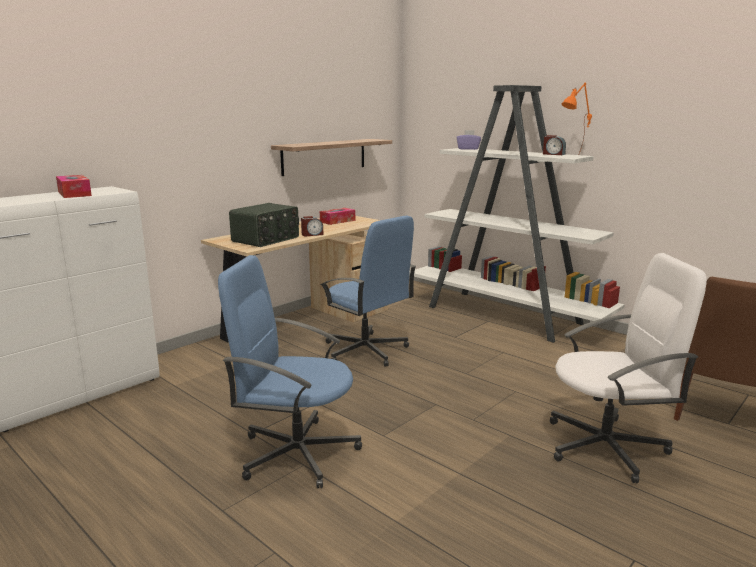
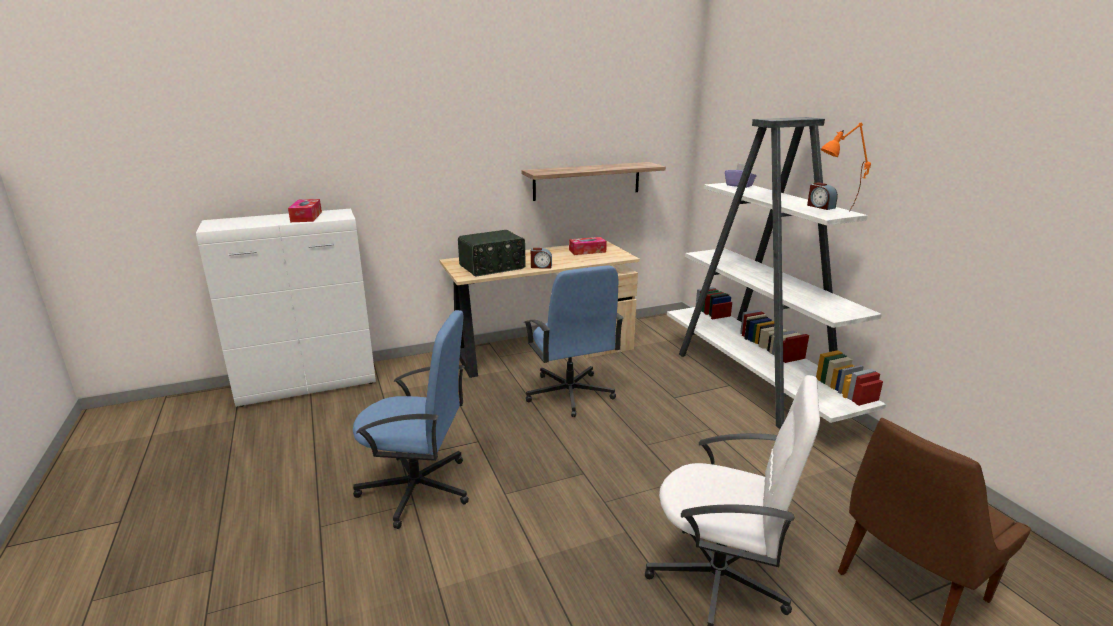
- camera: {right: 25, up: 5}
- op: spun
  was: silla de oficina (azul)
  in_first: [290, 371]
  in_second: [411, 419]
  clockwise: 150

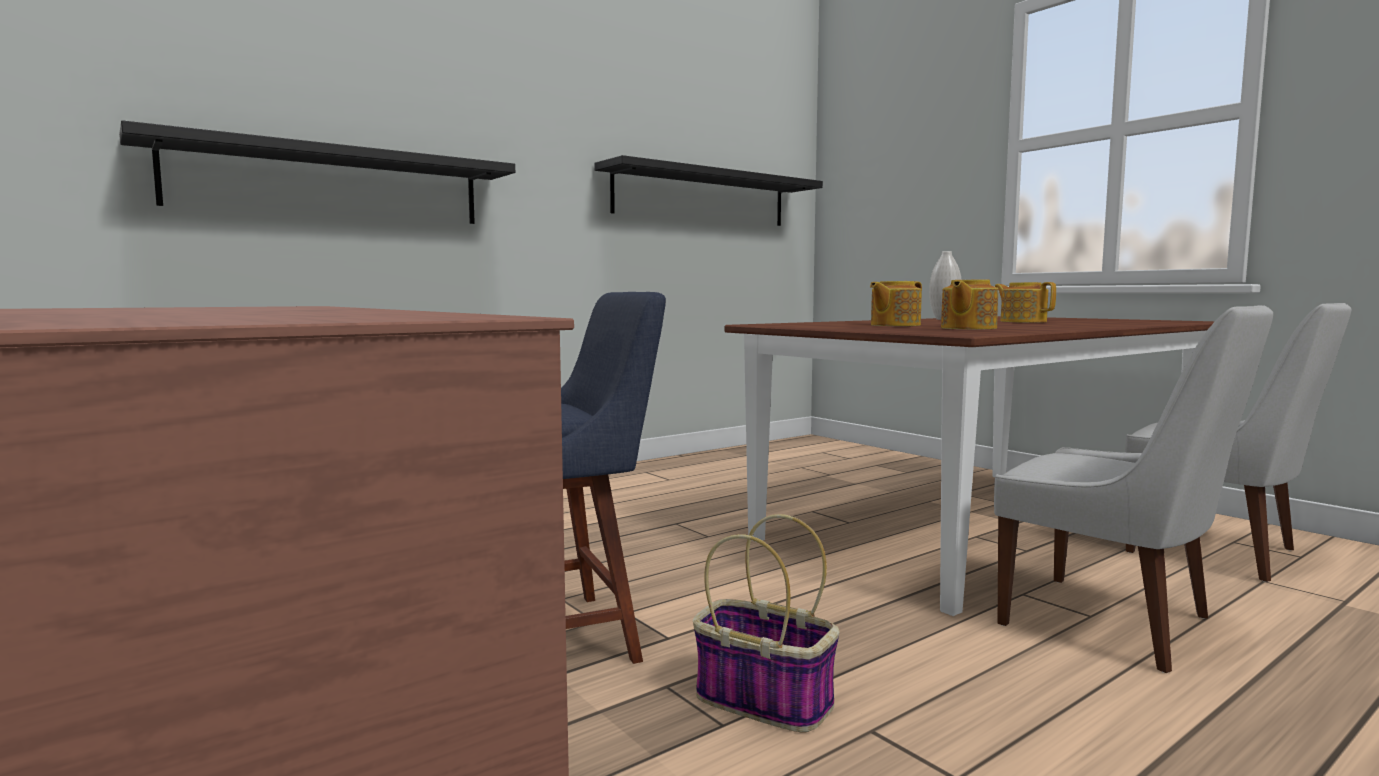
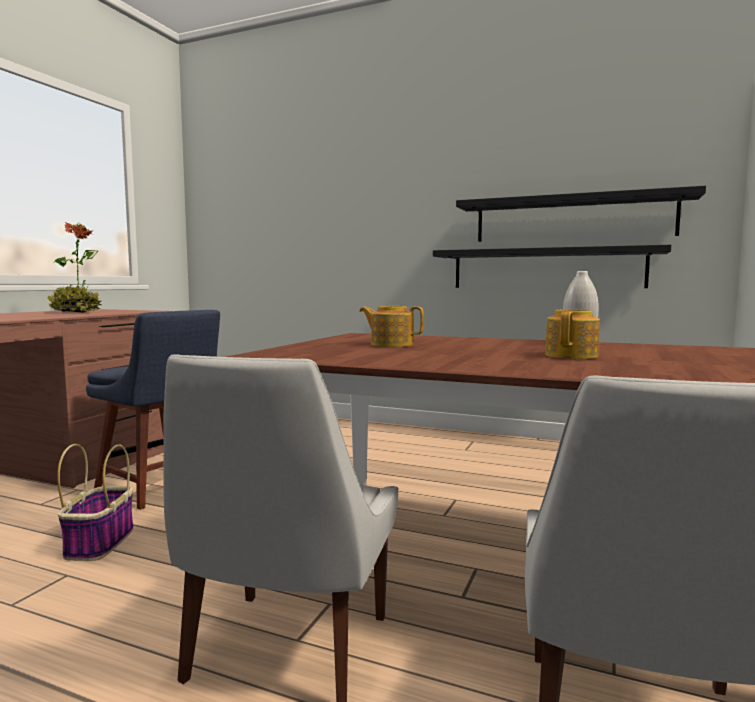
- camera: {right: 60, up: 0}
- op: relocated
  was: estante (negro)
  in_first: [317, 172]
  in_second: [552, 266]
- op: missing
  was: tetera
  in_first: [969, 304]
- op: appeared
  now: planta en maceta
  in_second: [74, 267]

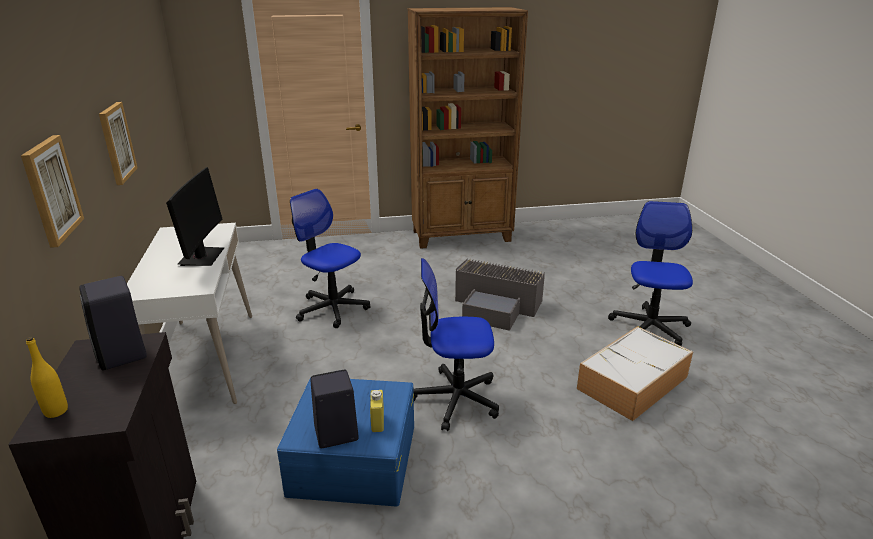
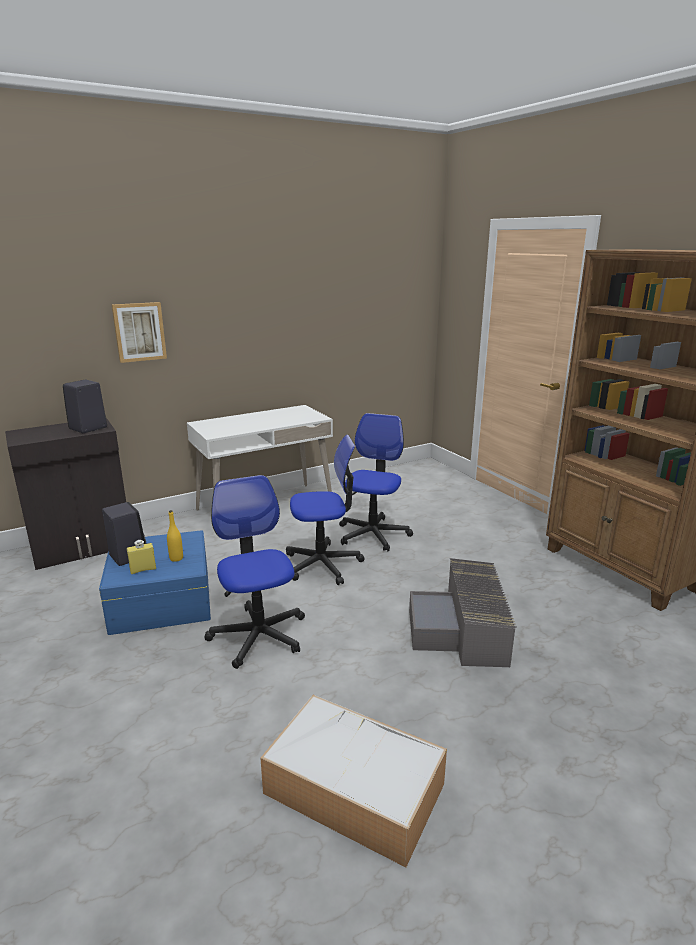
- camera: {right: 70, up: -5}
- op: relocated
  was: botella (amarillo)
  in_first: [47, 377]
  in_second: [175, 536]
- op: missing
  was: cuadro
  in_first: [118, 143]
- op: missing
  was: monitor
  in_first: [195, 216]
- op: relocated
  was: silla de oficina
  in_first: [650, 273]
  in_second: [325, 510]

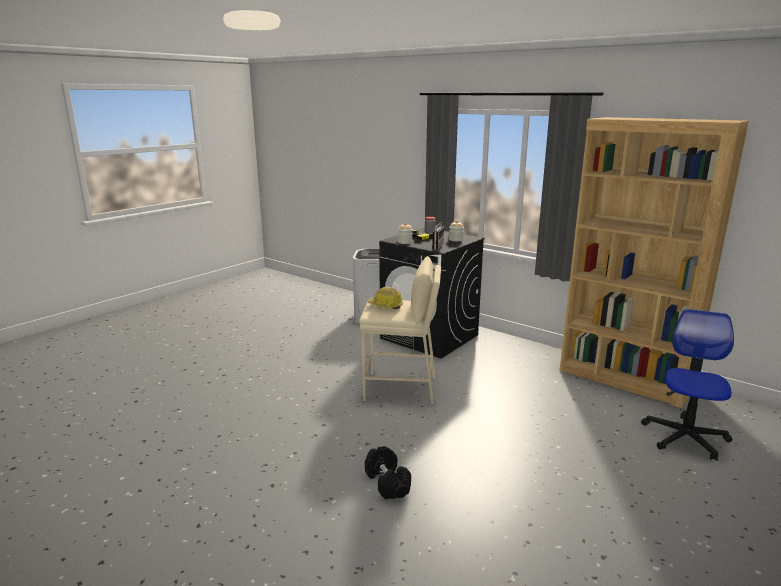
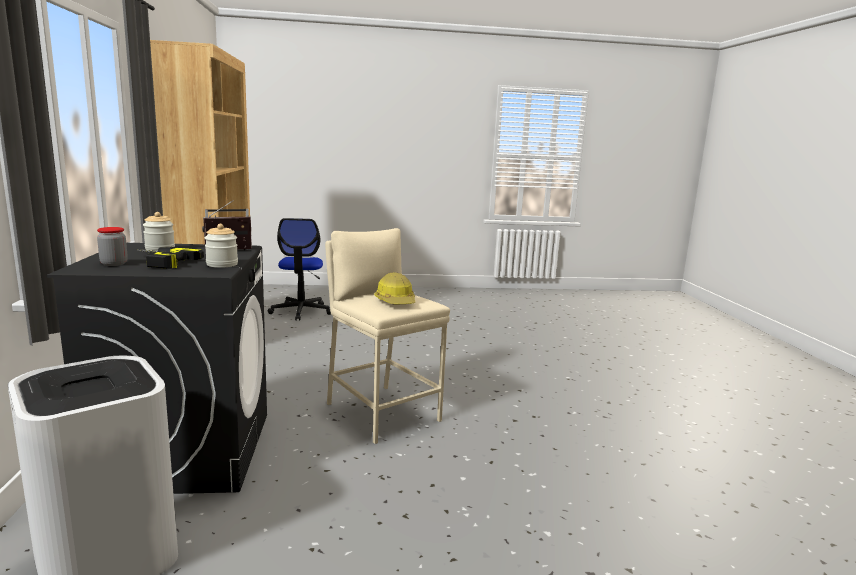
- camera: {right: -135, up: -5}
- op: missing
  was: mancuerna (negro)
  in_first: [388, 472]
- op: spun
  was: silla de oficina
  in_first: [687, 385]
  in_second: [299, 269]
  clockwise: -75

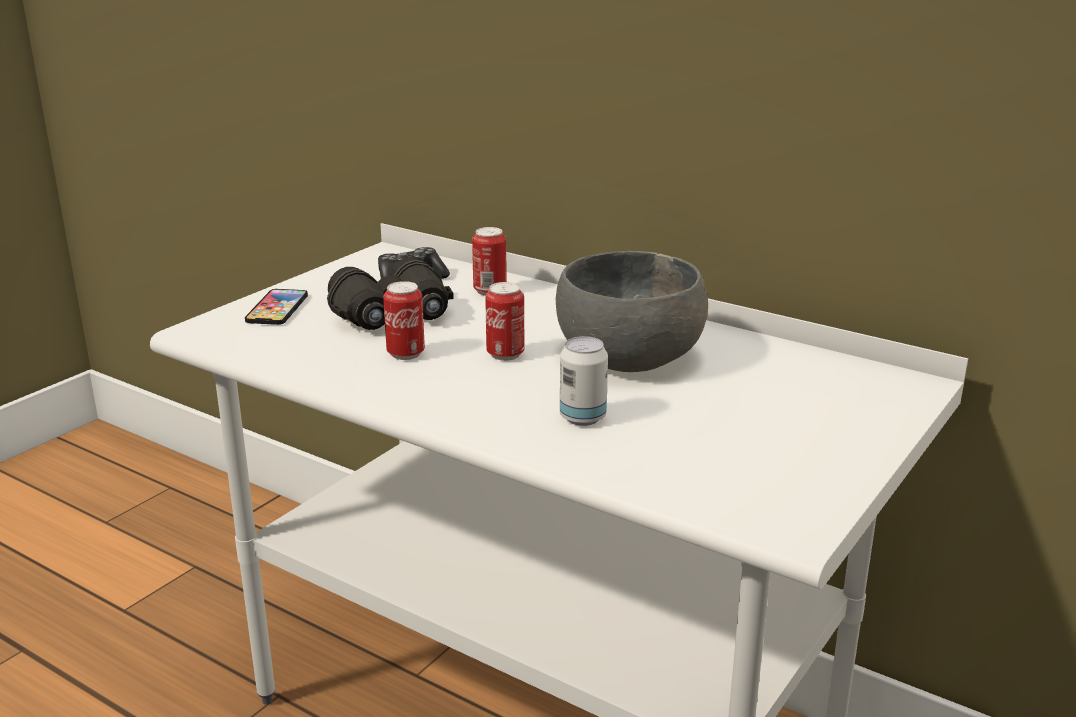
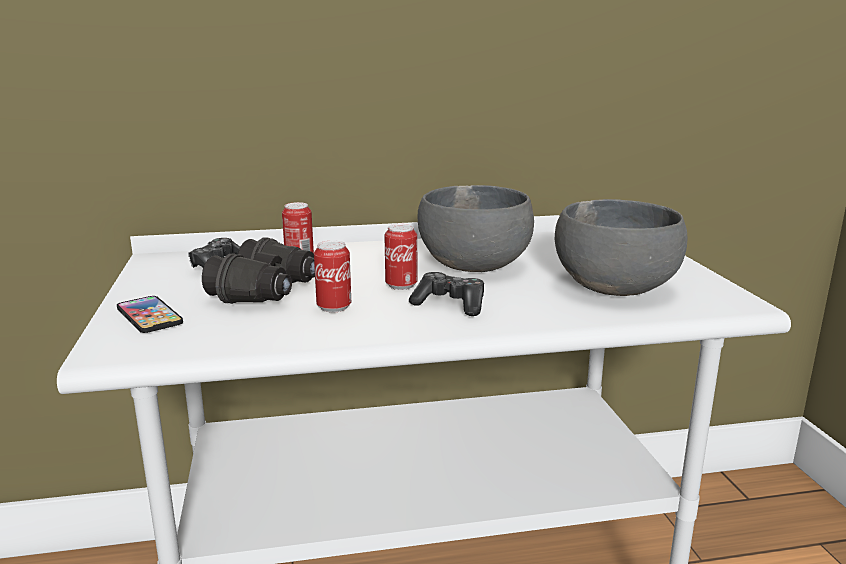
- camera: {right: -45, up: -5}
- op: missing
  was: lata
  in_first: [584, 381]
- op: appeared
  now: mando de consola
  in_second: [446, 294]
- op: appeared
  now: cuenco (gris)
  in_second: [621, 247]

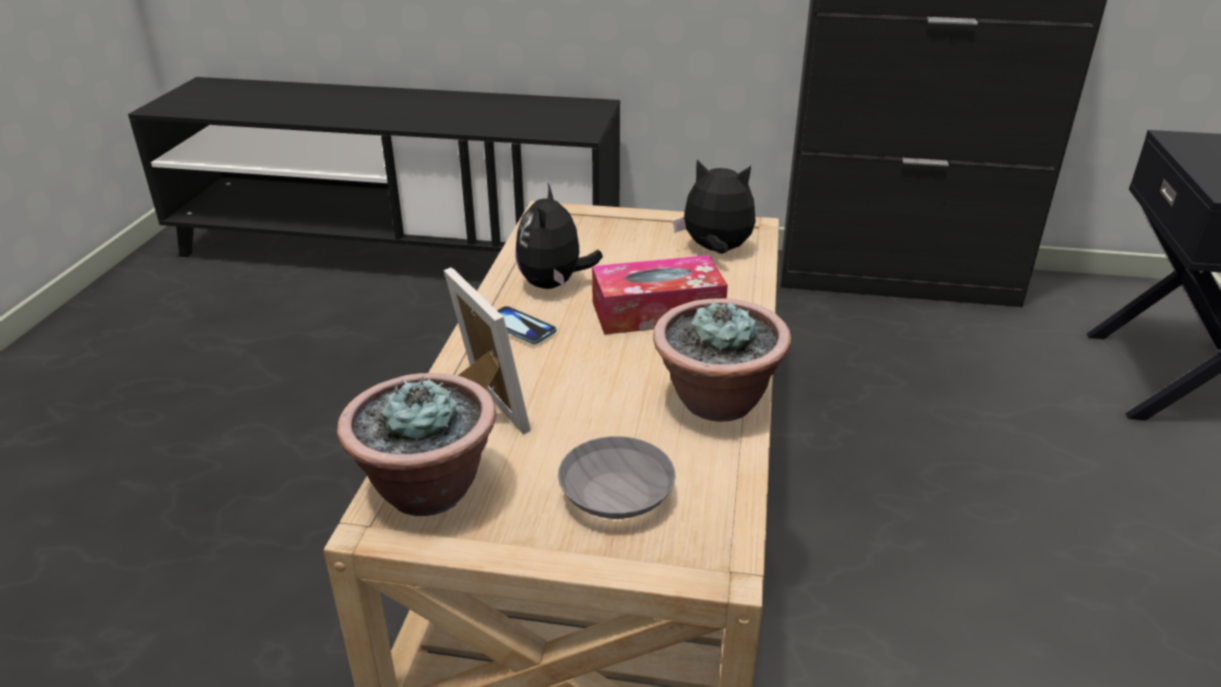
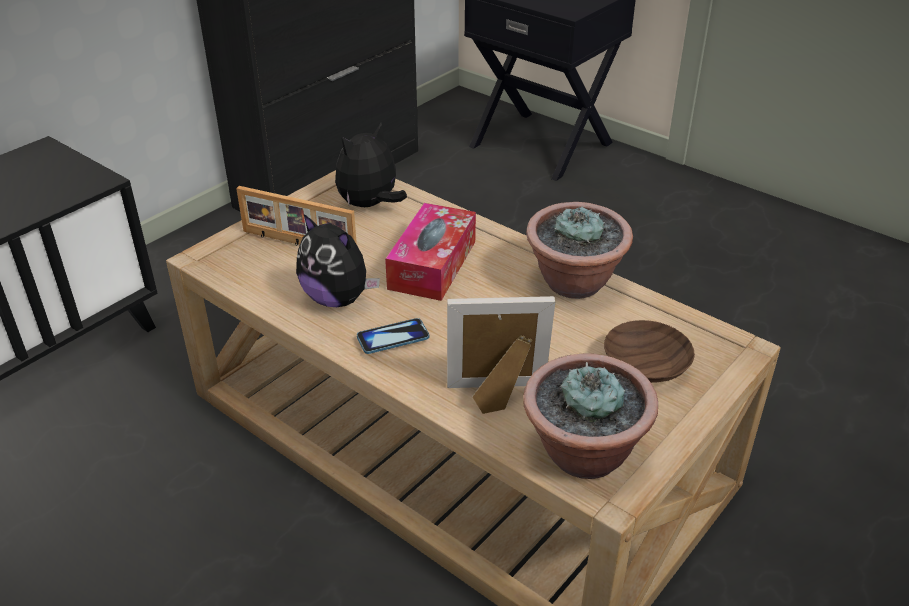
- camera: {right: -60, up: 5}
- op: colour
  was: cuenco (gris)
  now: cuenco (marrón)
  in_first: [616, 477]
  in_second: [649, 351]
- op: appeared
  now: portarretratos
  in_second: [296, 216]

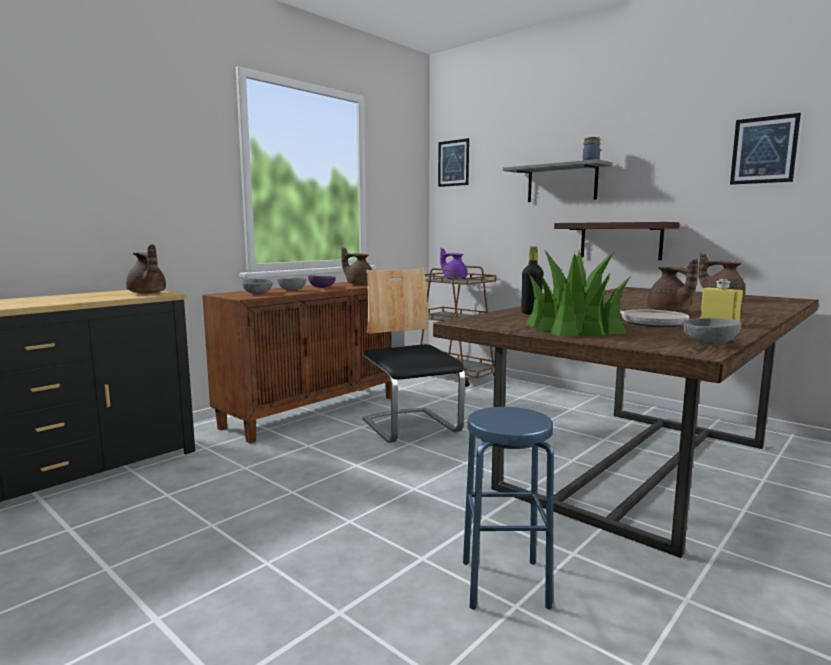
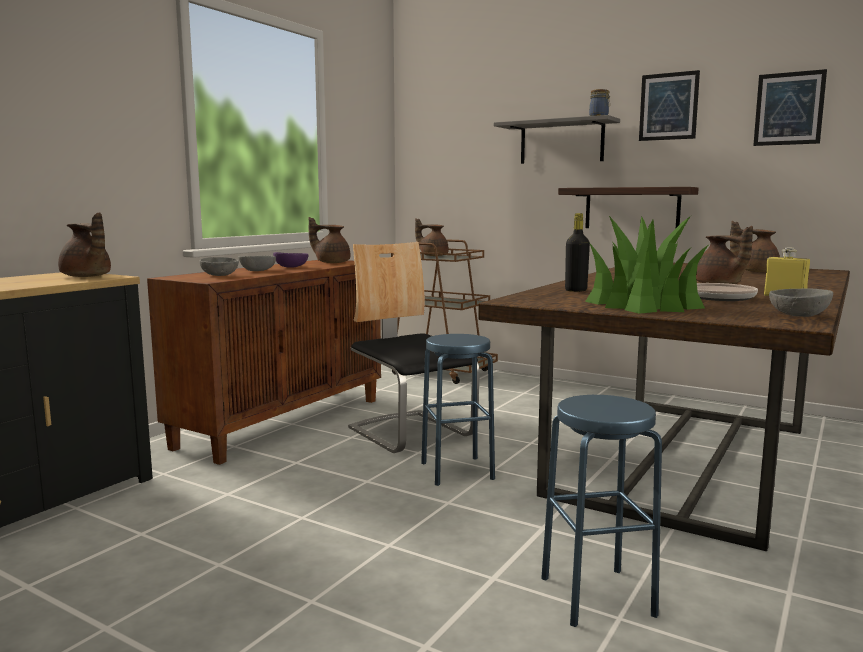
- camera: {right: -10, up: 0}
- op: relocated
  was: cuadro
  in_first: [453, 162]
  in_second: [669, 105]
- op: colour
  was: tetera (morado)
  now: tetera (marrón)
  in_first: [453, 264]
  in_second: [432, 237]
- op: appeared
  now: taburete (azul)
  in_second: [458, 410]

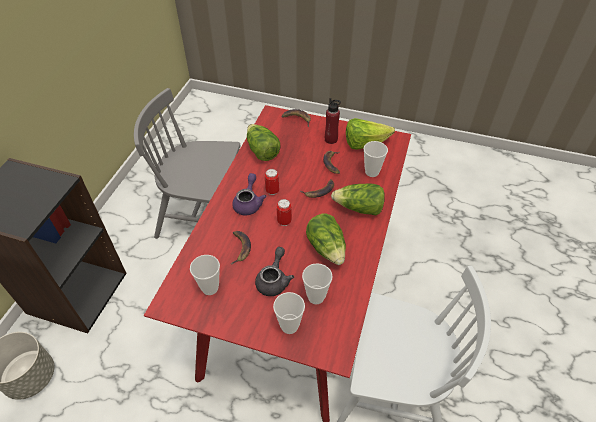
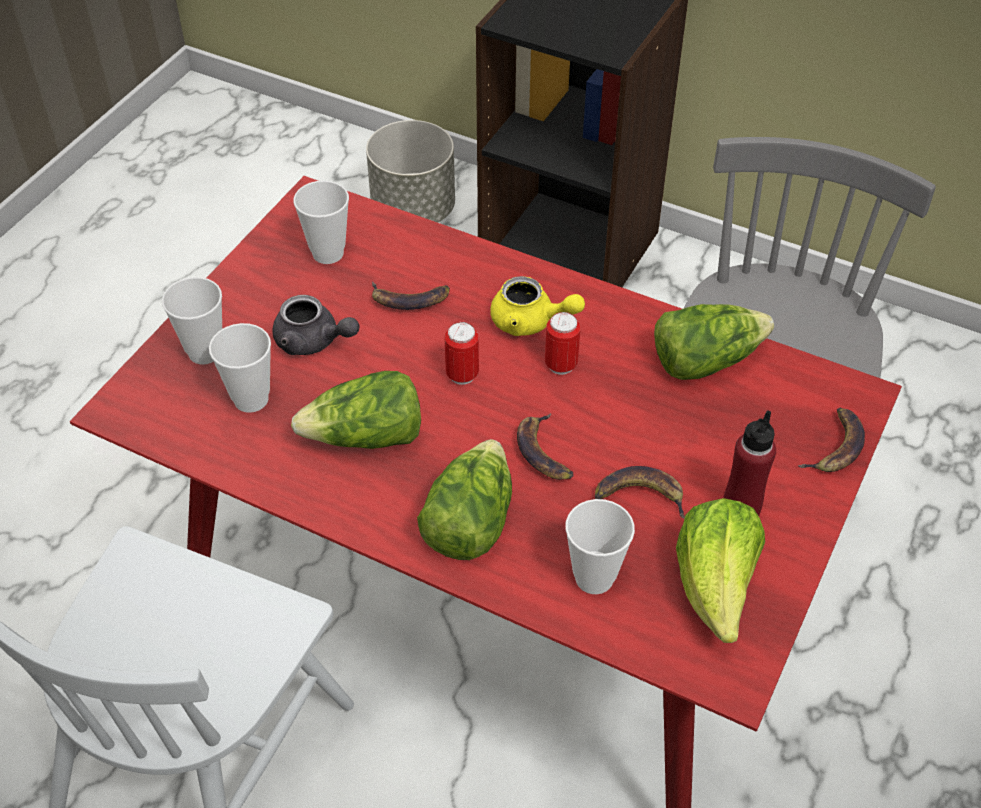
- camera: {right: 100, up: 0}
- op: colour
  was: tetera (morado)
  now: tetera (amarillo)
  in_first: [249, 194]
  in_second: [537, 306]

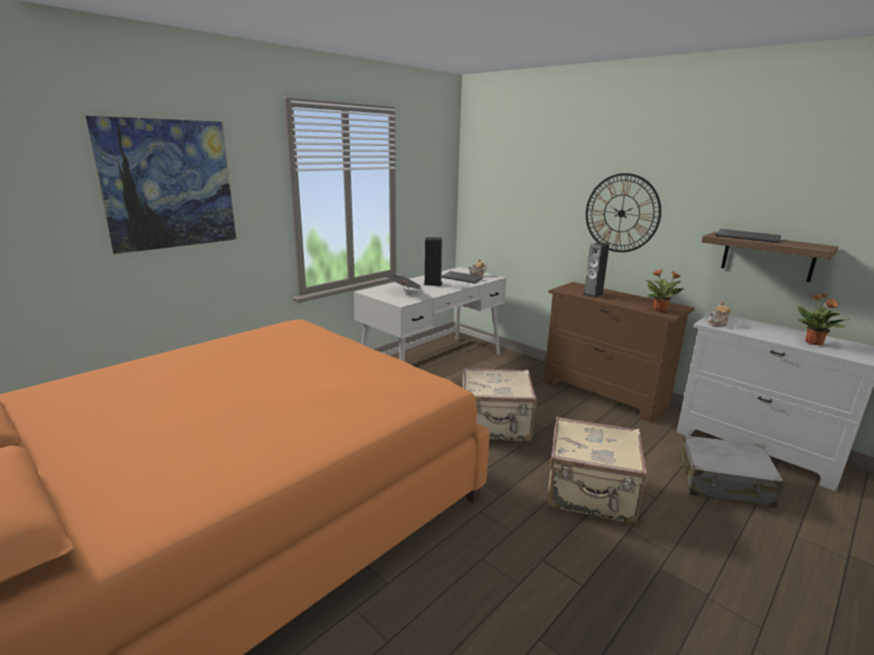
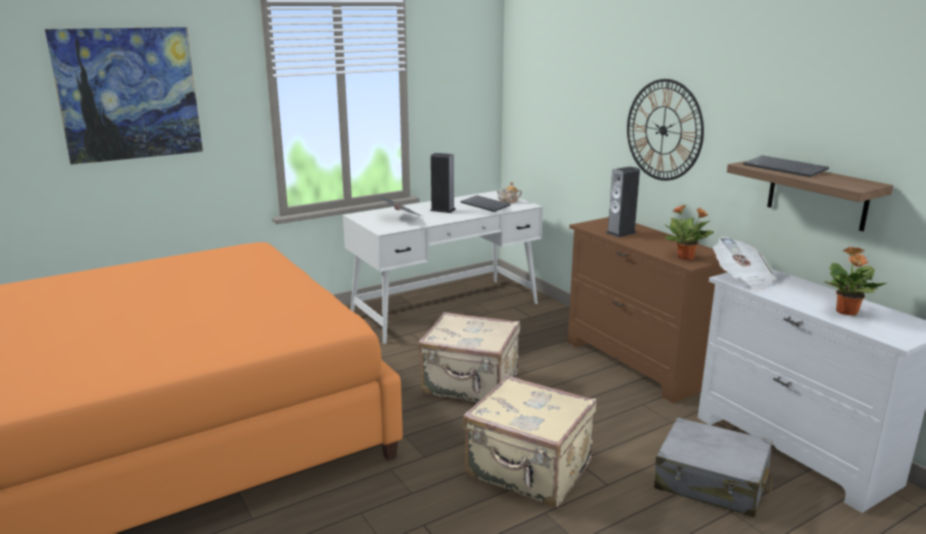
- camera: {right: 15, up: 0}
- op: exchanged
  was: tetera
  now: periódico
  in_first: [719, 313]
  in_second: [745, 264]

